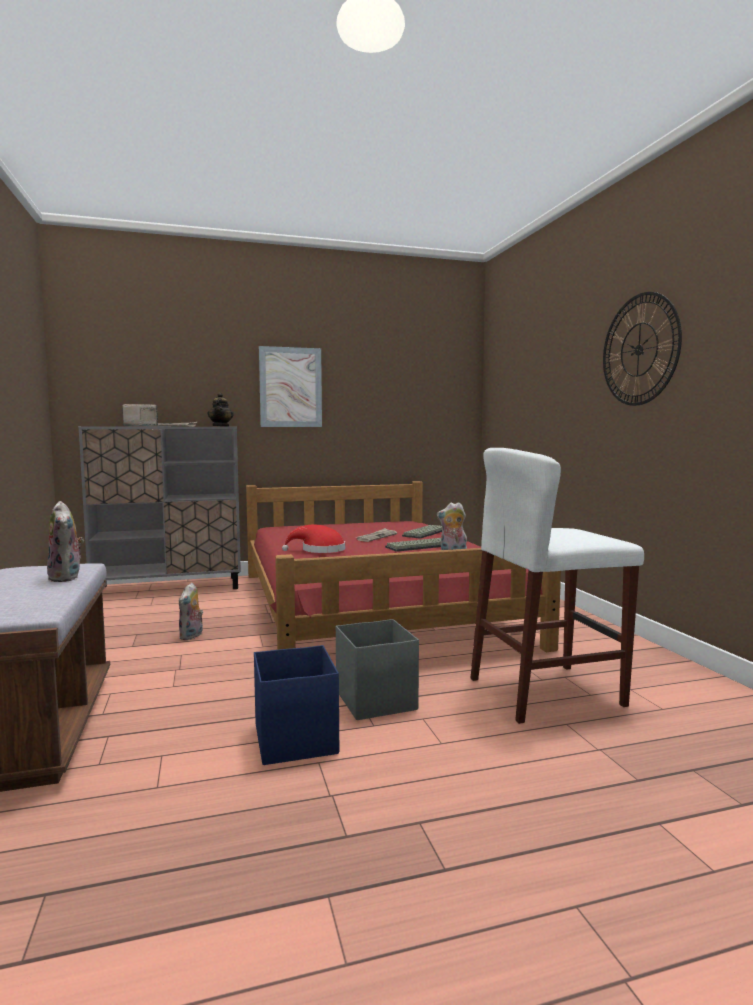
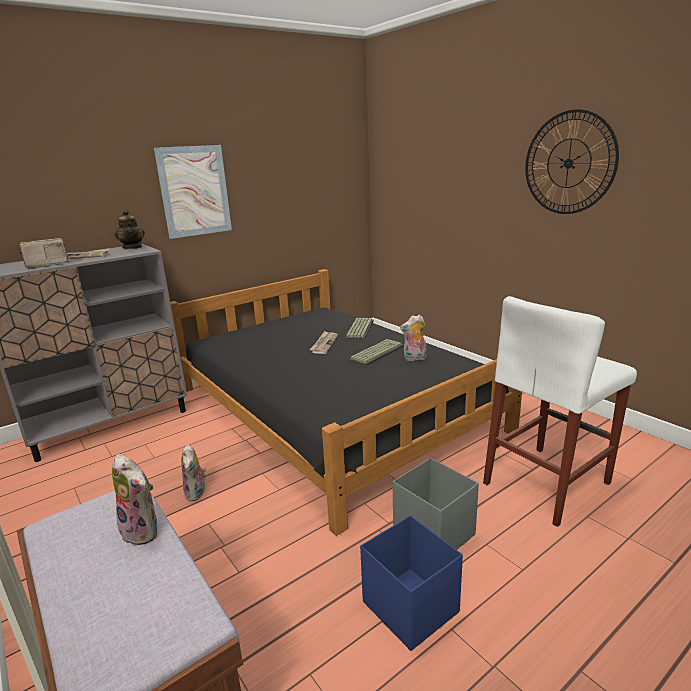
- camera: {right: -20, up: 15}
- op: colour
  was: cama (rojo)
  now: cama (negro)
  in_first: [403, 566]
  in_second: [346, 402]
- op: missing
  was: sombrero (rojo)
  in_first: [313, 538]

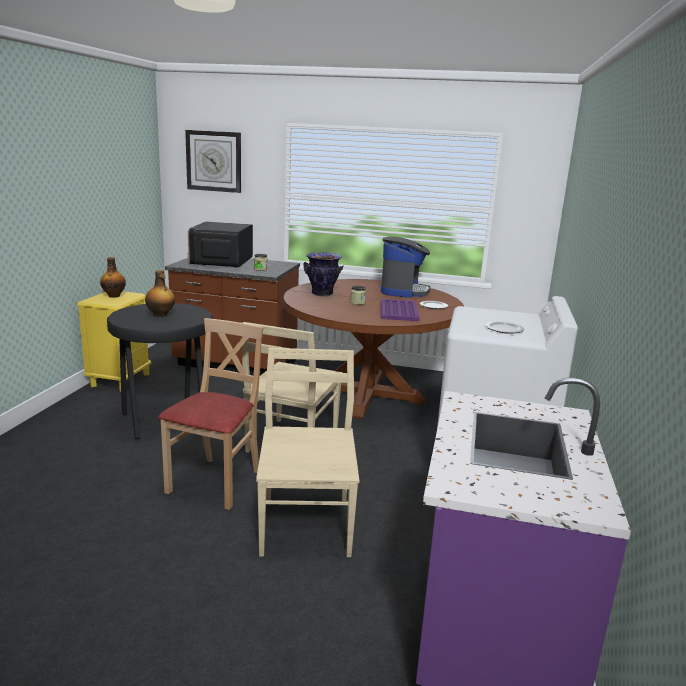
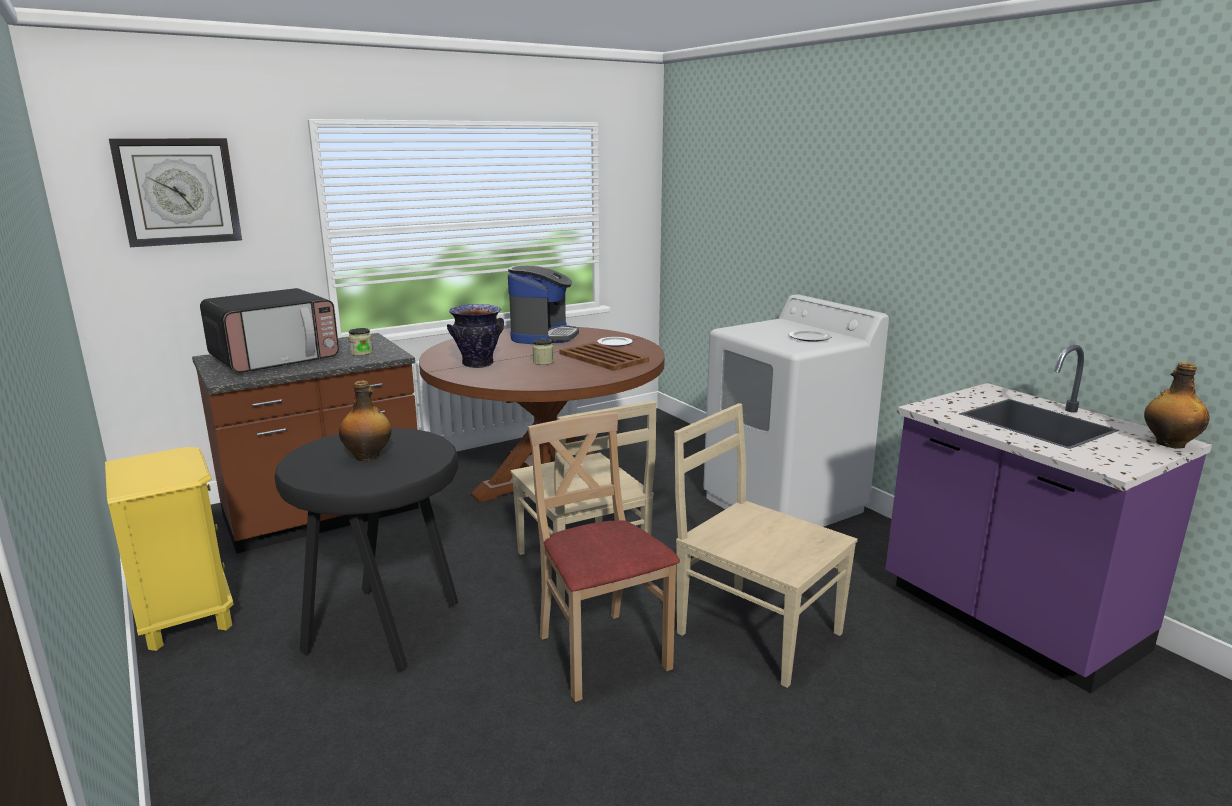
- camera: {right: -45, up: 0}
- op: relocated
  was: botella
  in_first: [113, 277]
  in_second: [1176, 405]
- op: spun
  was: microondas
  in_first: [220, 245]
  in_second: [269, 330]
  clockwise: -90
- op: spun
  was: cafetera
  in_first: [405, 267]
  in_second: [543, 304]
  clockwise: 45
- op: colour
  was: bandeja (morado)
  now: bandeja (marrón)
  in_first: [400, 310]
  in_second: [604, 356]

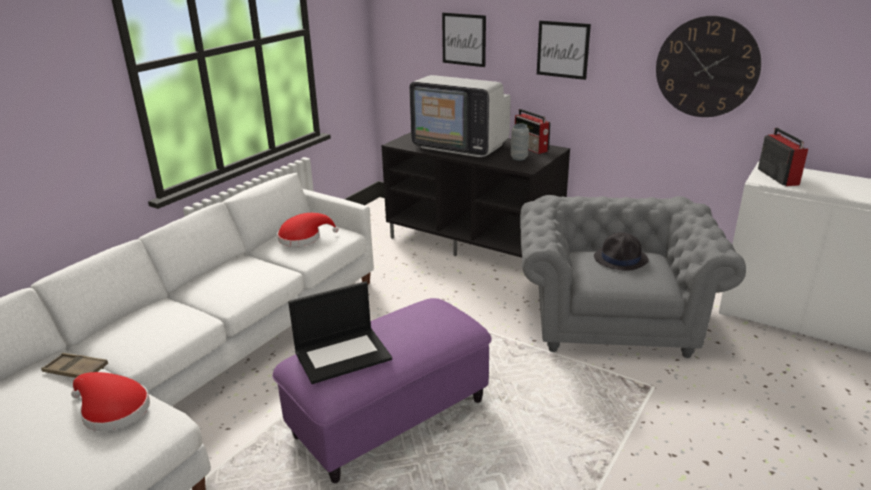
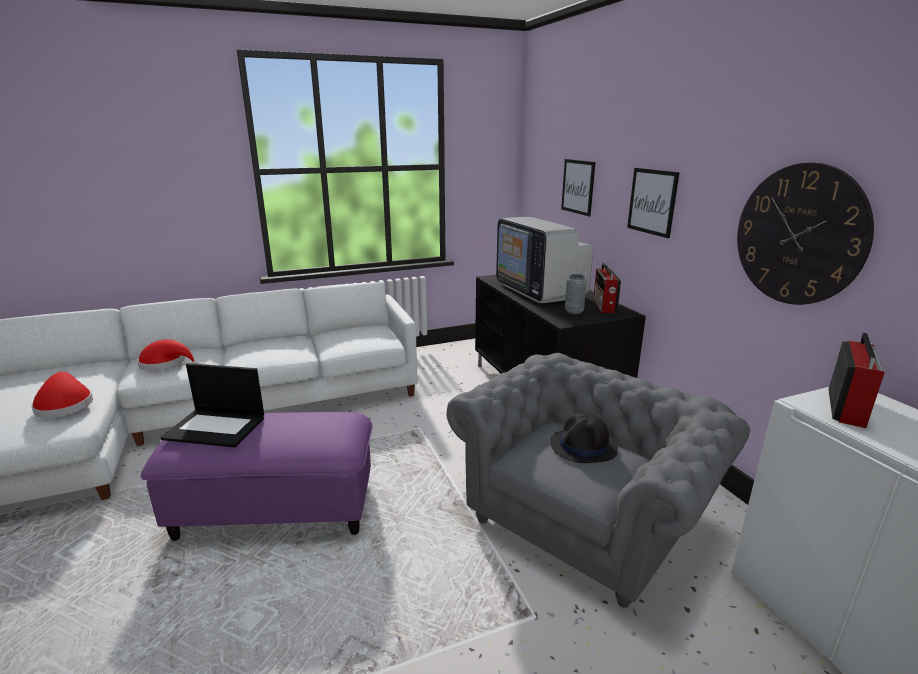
- camera: {right: 35, up: -5}
- op: missing
  was: bandeja (marrón)
  in_first: [74, 365]
- op: relocated
  was: sombrero (rojo)
  in_first: [308, 230]
  in_second: [167, 354]

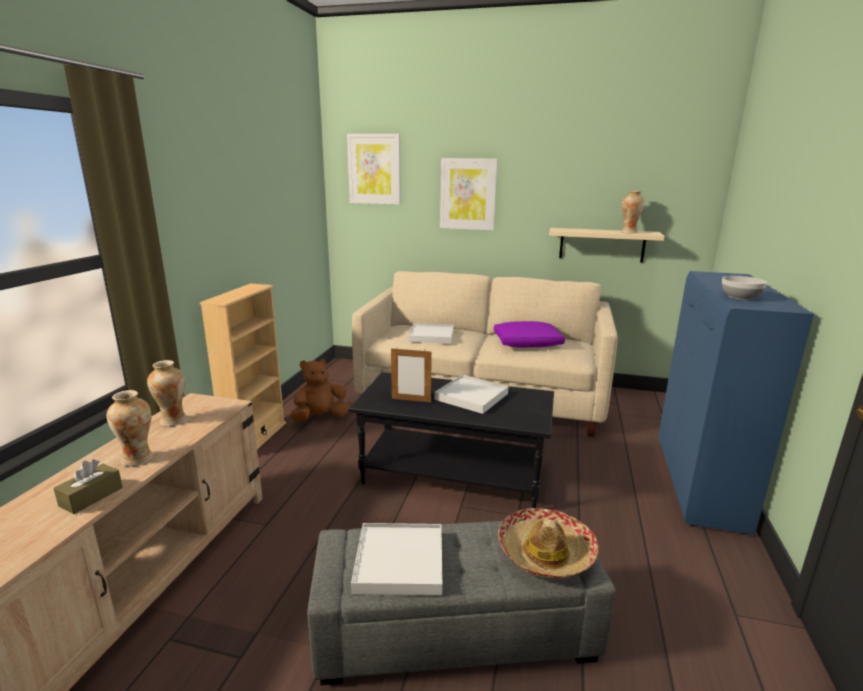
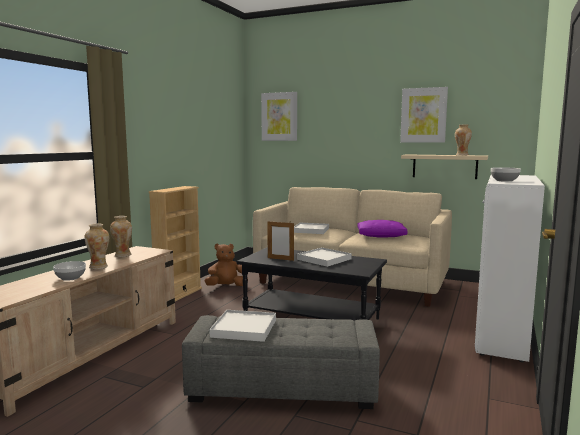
- camera: {right: 10, up: -10}
- op: exchanged
  was: caja de pañuelos (marrón)
  now: cuenco
  in_first: [88, 486]
  in_second: [69, 271]
- op: relocated
  was: cuadro
  in_first: [469, 194]
  in_second: [424, 115]
- op: missing
  was: sombrero
  in_first: [548, 543]
- op: colour
  was: armario (azul)
  now: armario (blanco)
  in_first: [736, 403]
  in_second: [510, 268]

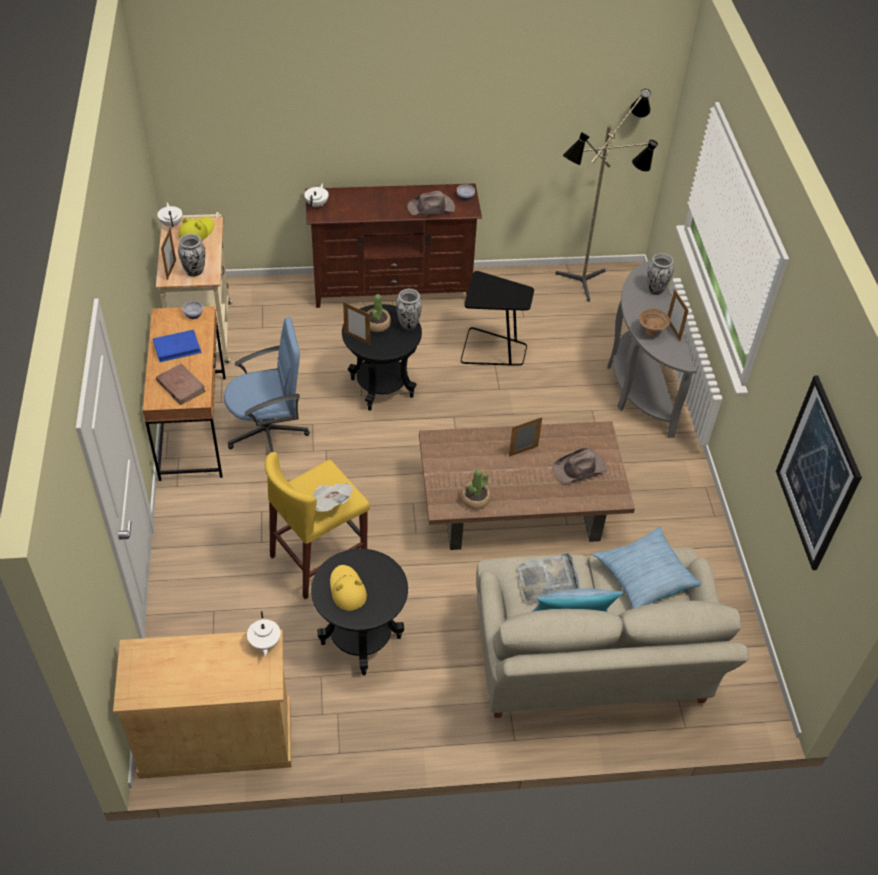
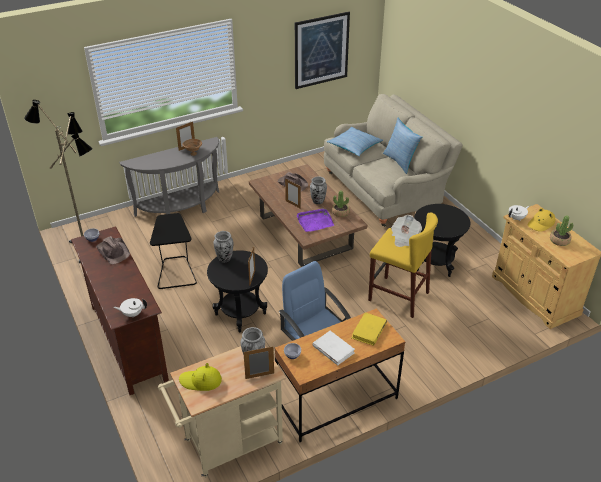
- camera: {right: -110, up: -10}
- op: colour
  was: libro (azul)
  now: libro (blanco)
  in_first: [177, 346]
  in_second: [333, 348]
- op: colour
  was: libro (marrón)
  now: libro (amarillo)
  in_first: [181, 384]
  in_second: [369, 329]
- op: missing
  was: tetera (blanco)
  in_first: [170, 215]
- op: relocated
  was: sombrero (amarillo)
  in_first: [348, 588]
  in_second: [541, 220]
- op: relocated
  was: planta en maceta
  in_first: [379, 313]
  in_second: [561, 231]
- op: missing
  was: bandeja (gris)
  in_first: [548, 577]
- op: relocated
  was: florero
  in_first: [660, 274]
  in_second: [318, 190]
- op: appeared
  now: bandeja (morado)
  in_second: [315, 220]

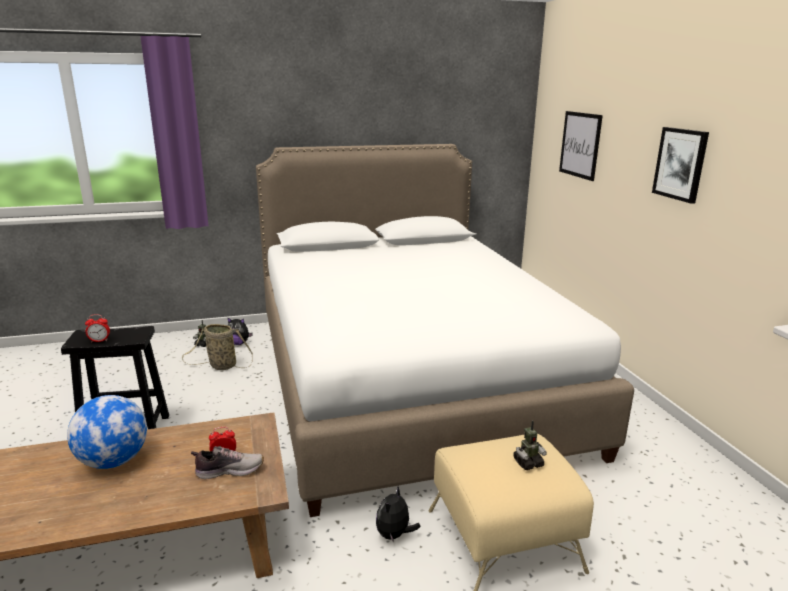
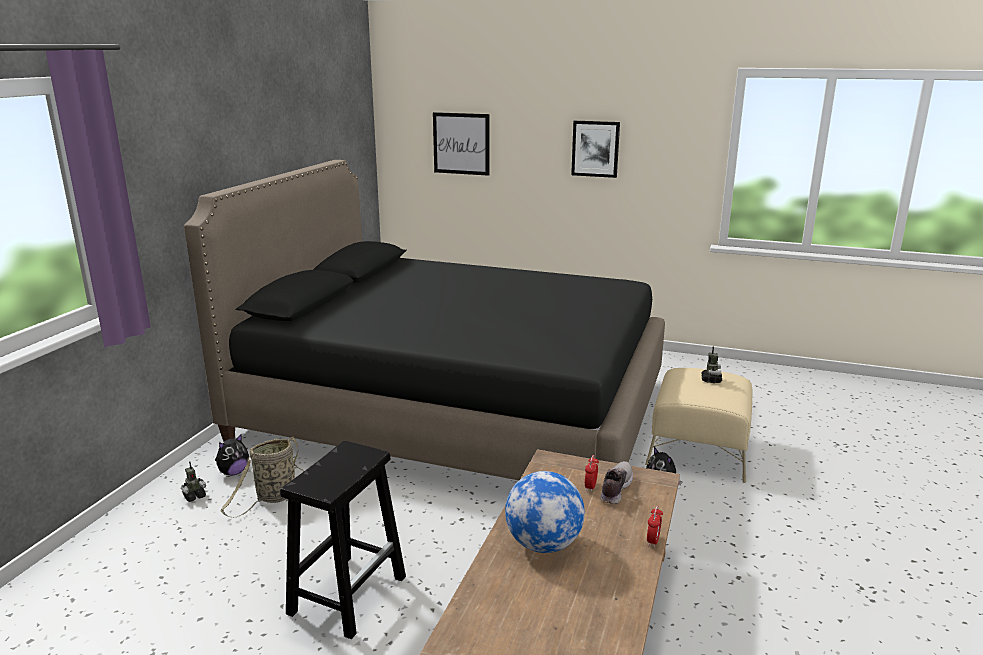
- camera: {right: -55, up: 0}
- op: relocated
  was: despertador
  in_first: [97, 328]
  in_second: [655, 527]
- op: colour
  was: cama (blanco)
  now: cama (negro)
  in_first: [445, 330]
  in_second: [424, 320]

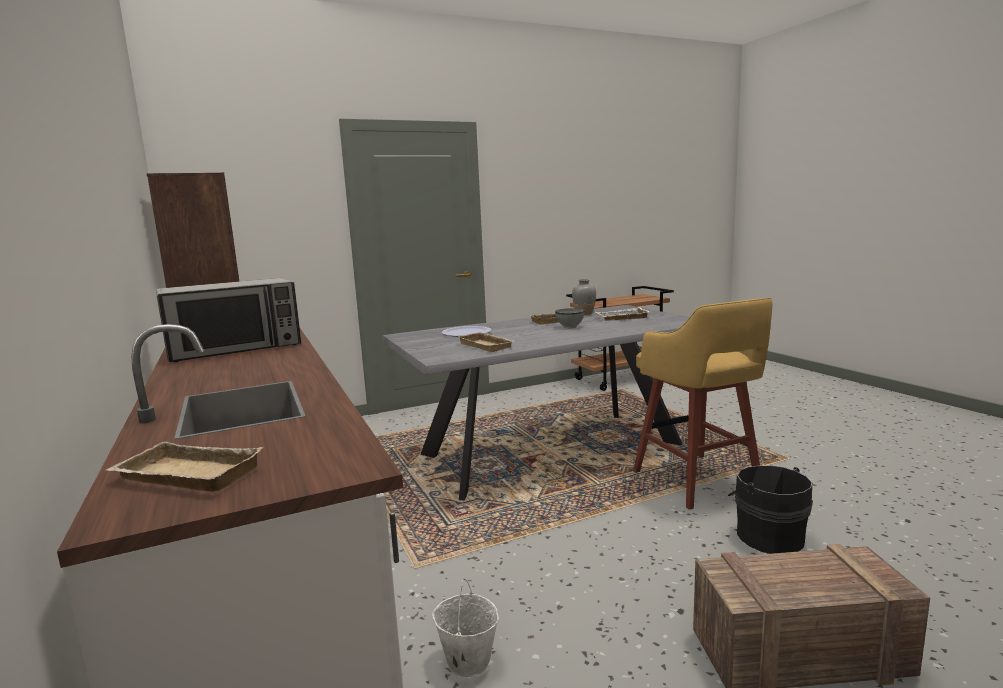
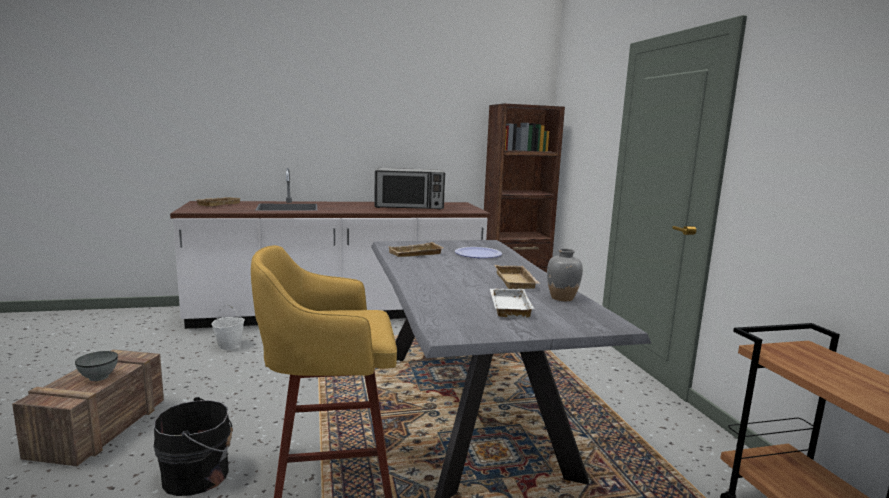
- camera: {right: 100, up: 0}
- op: spun
  was: microondas
  in_first: [228, 320]
  in_second: [409, 189]
  clockwise: -75
- op: relocated
  was: cuenco (gris)
  in_first: [569, 318]
  in_second: [96, 366]

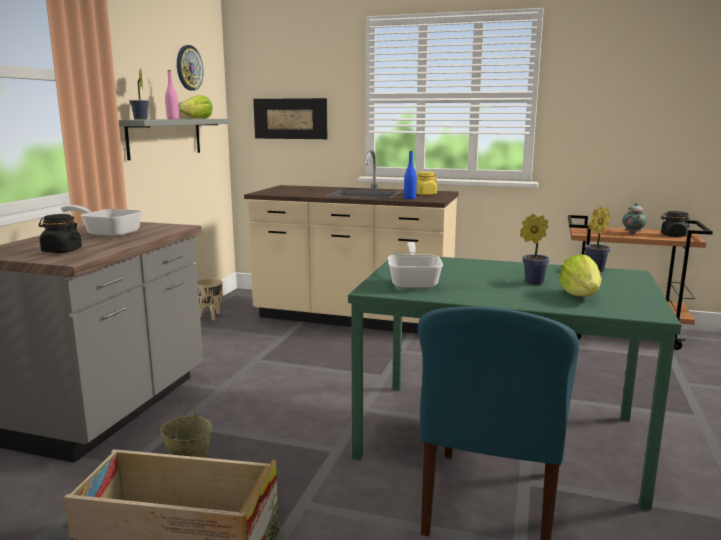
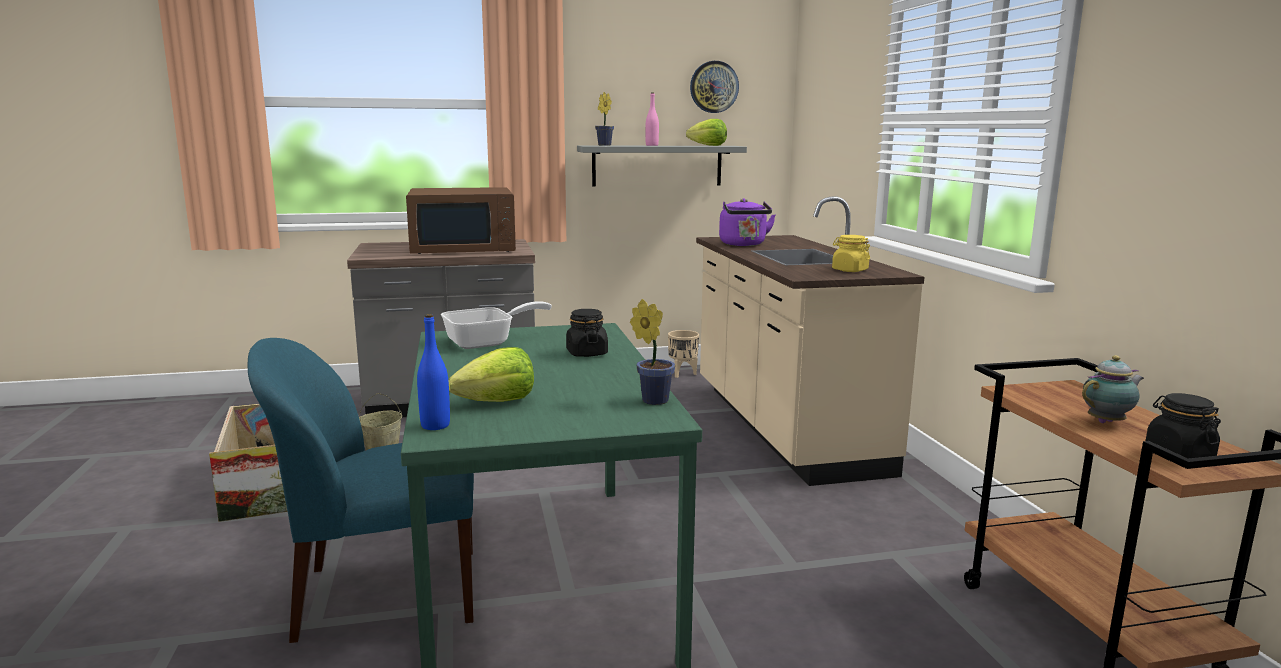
- camera: {right: 60, up: 0}
- op: relocated
  was: tarro (negro)
  in_first: [60, 233]
  in_second: [587, 333]
- op: exchanged
  was: sartén
  now: microondas (marrón)
  in_first: [101, 221]
  in_second: [461, 220]
- op: missing
  was: cuadro
  in_first: [290, 118]
- op: relocated
  was: botella (azul)
  in_first: [410, 175]
  in_second: [433, 372]
- op: missing
  was: planta en maceta
  in_first: [535, 249]
- op: appeared
  now: hervidor (morado)
  in_second: [747, 222]

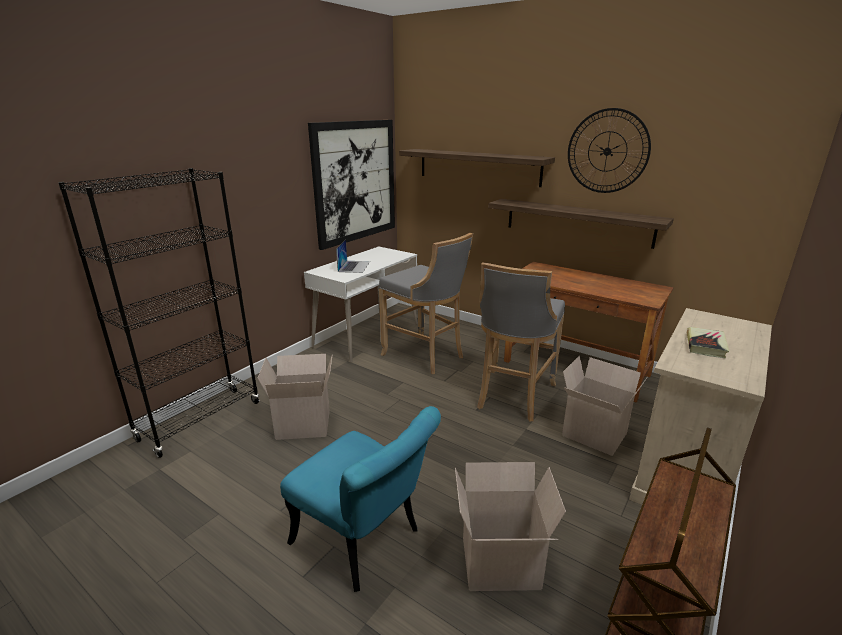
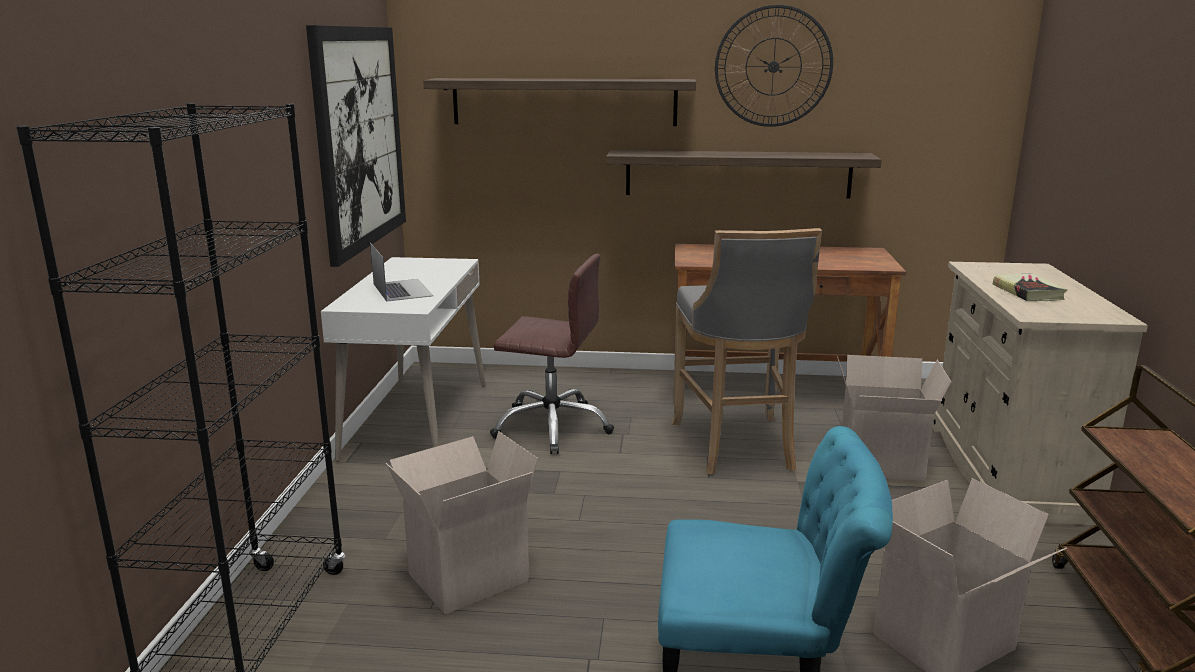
- camera: {right: -30, up: -5}
- op: exchanged
  was: taburete (gris)
  now: silla de oficina (marrón)
  in_first: [426, 303]
  in_second: [552, 354]

